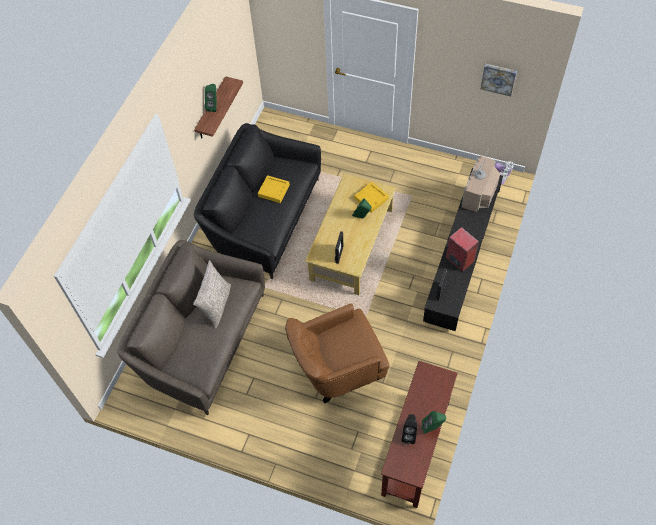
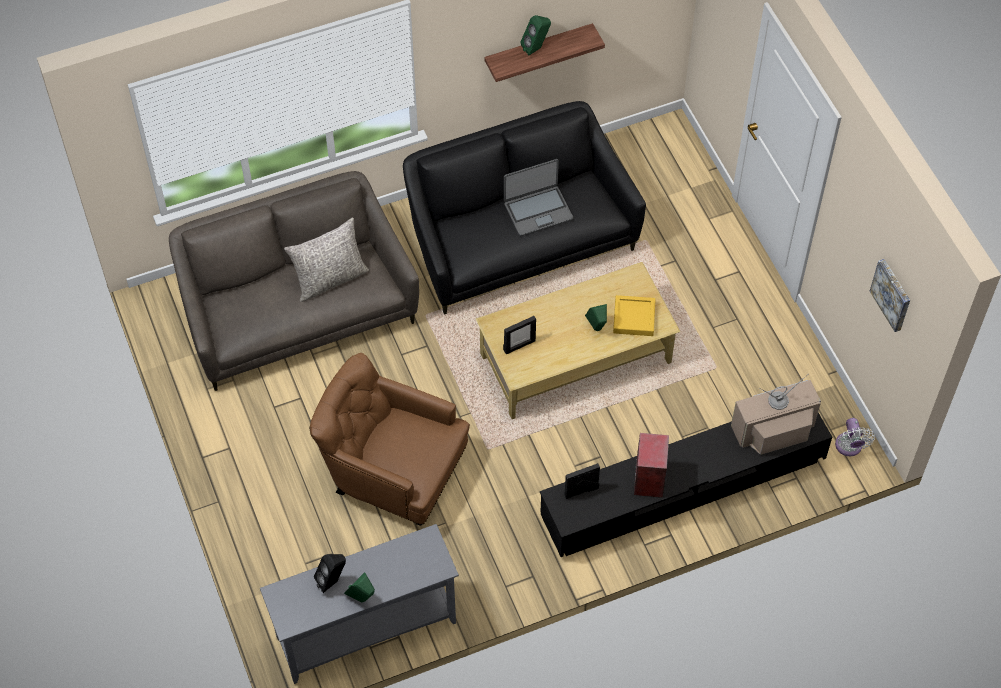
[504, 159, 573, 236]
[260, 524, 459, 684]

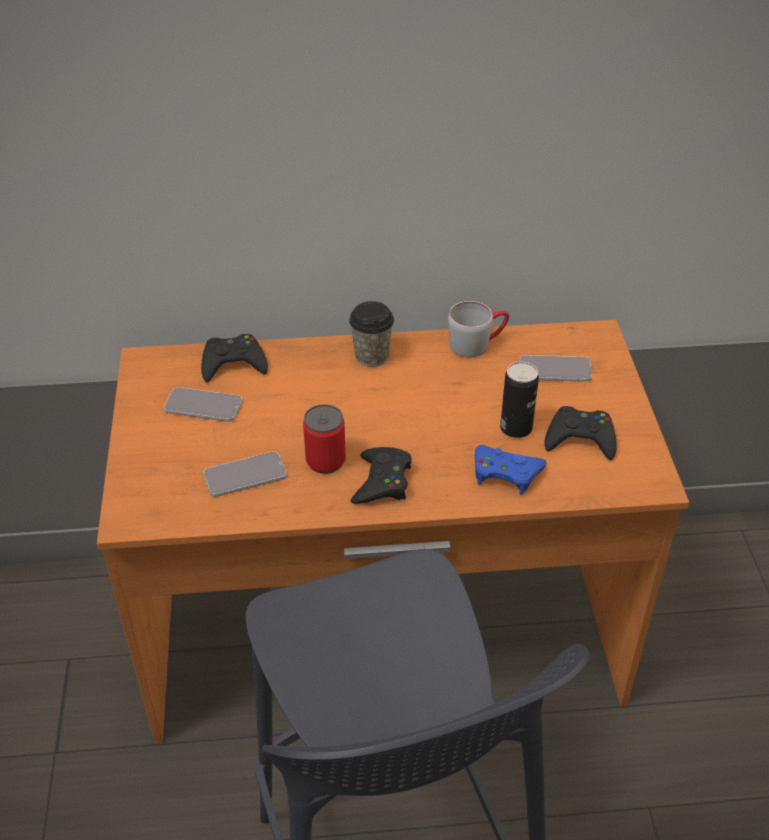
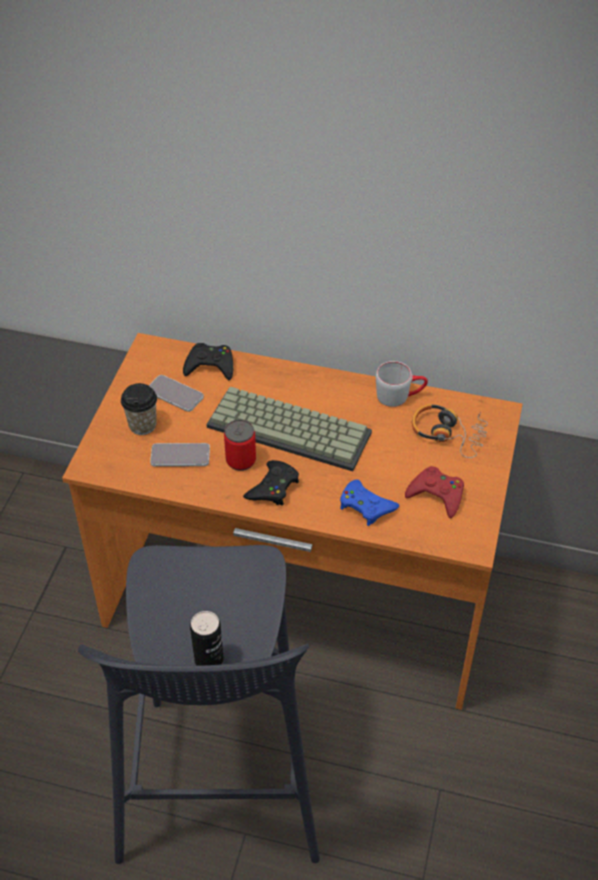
[121, 383, 157, 435]
[412, 404, 488, 458]
[190, 611, 223, 666]
[405, 466, 464, 518]
[206, 387, 372, 471]

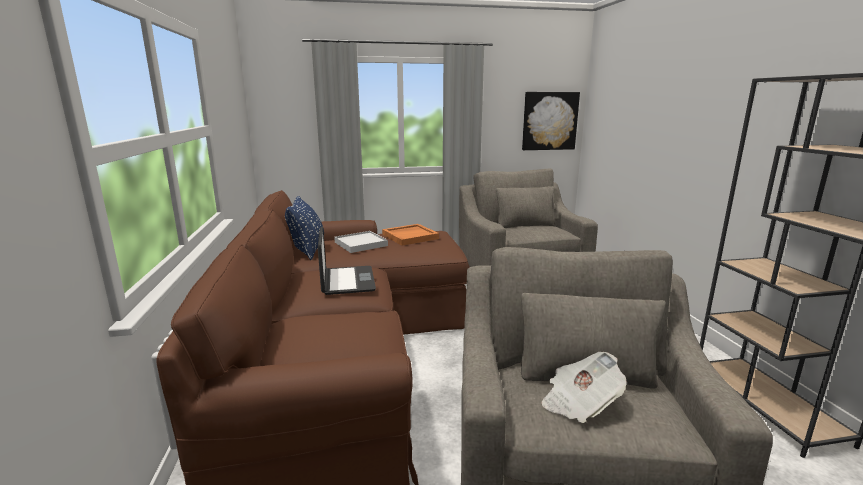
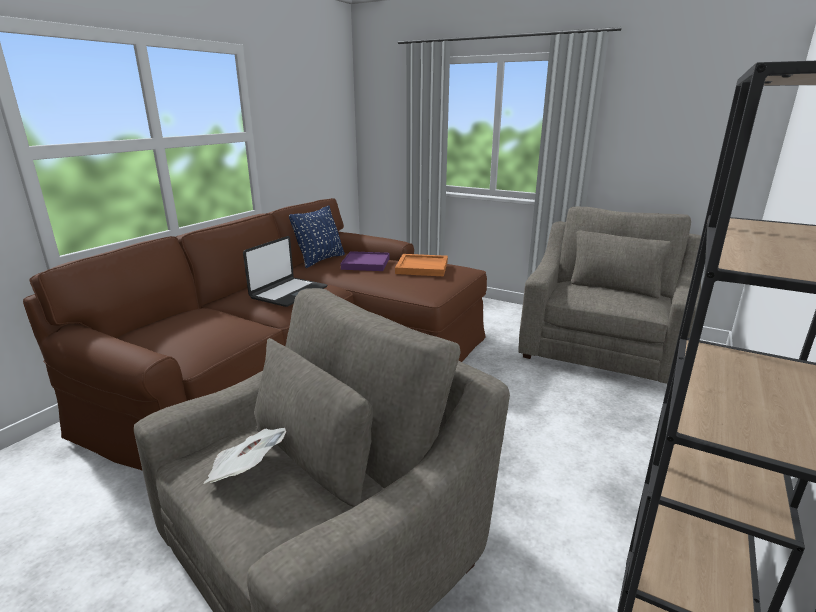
[522, 92, 580, 150] (first image)
[341, 251, 390, 271]

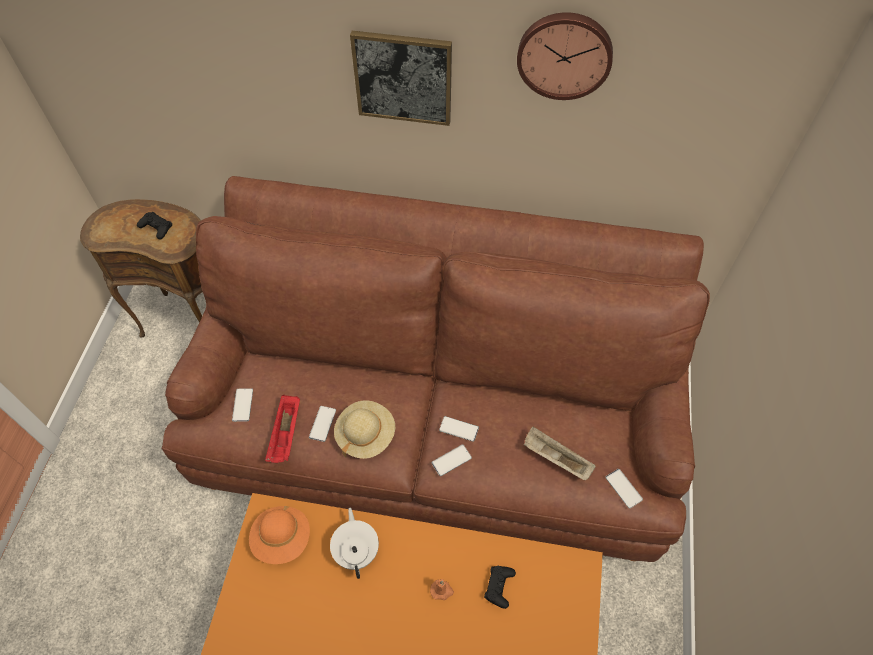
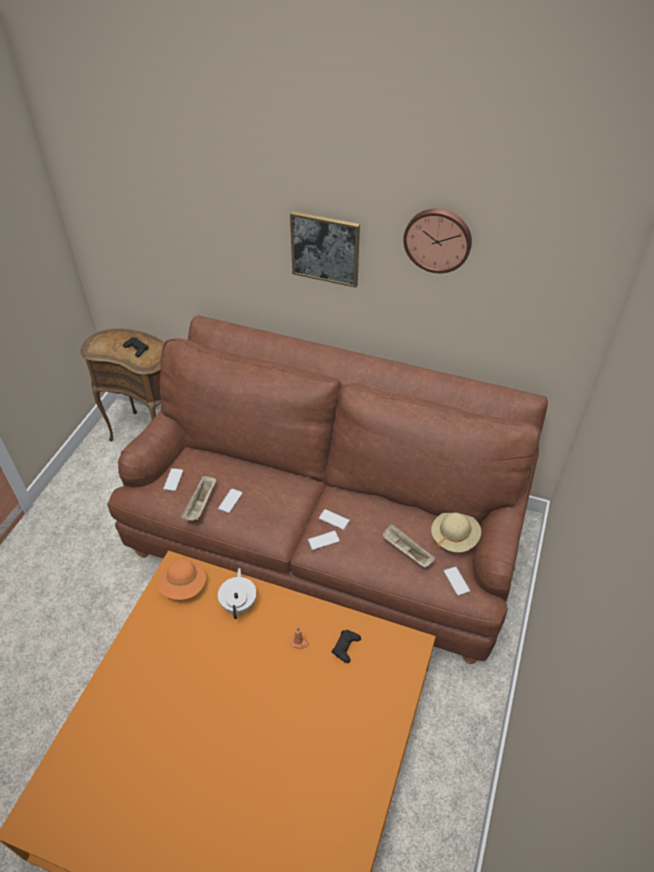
[181, 475, 216, 520]
[431, 512, 481, 552]

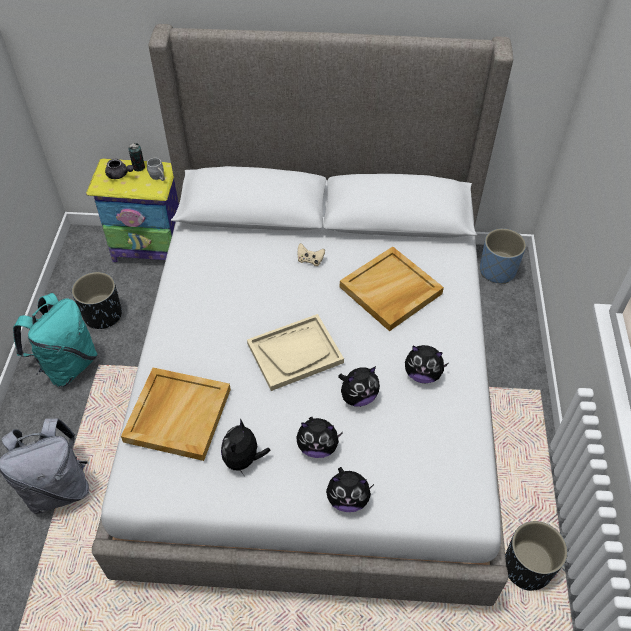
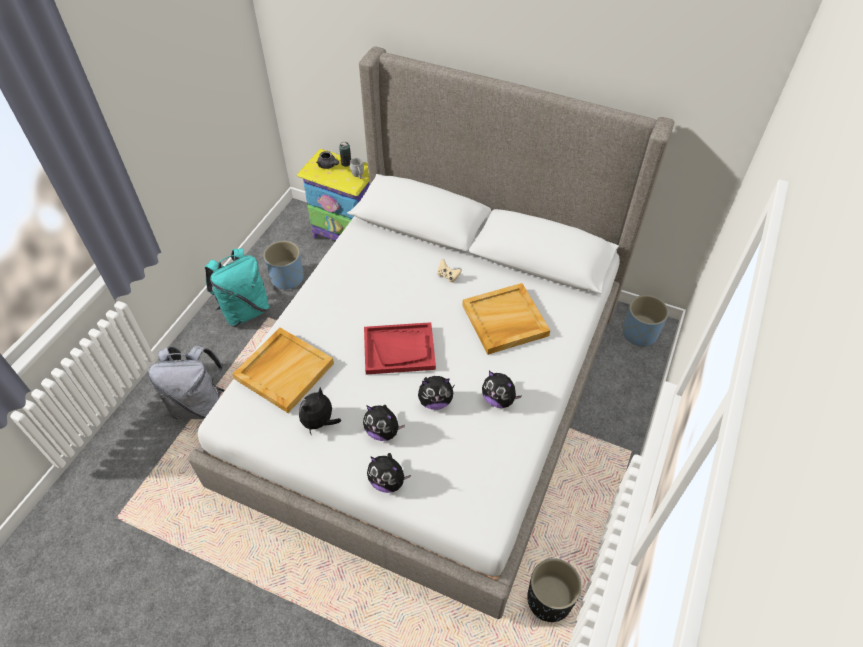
[264, 241, 304, 289]
[364, 322, 436, 375]

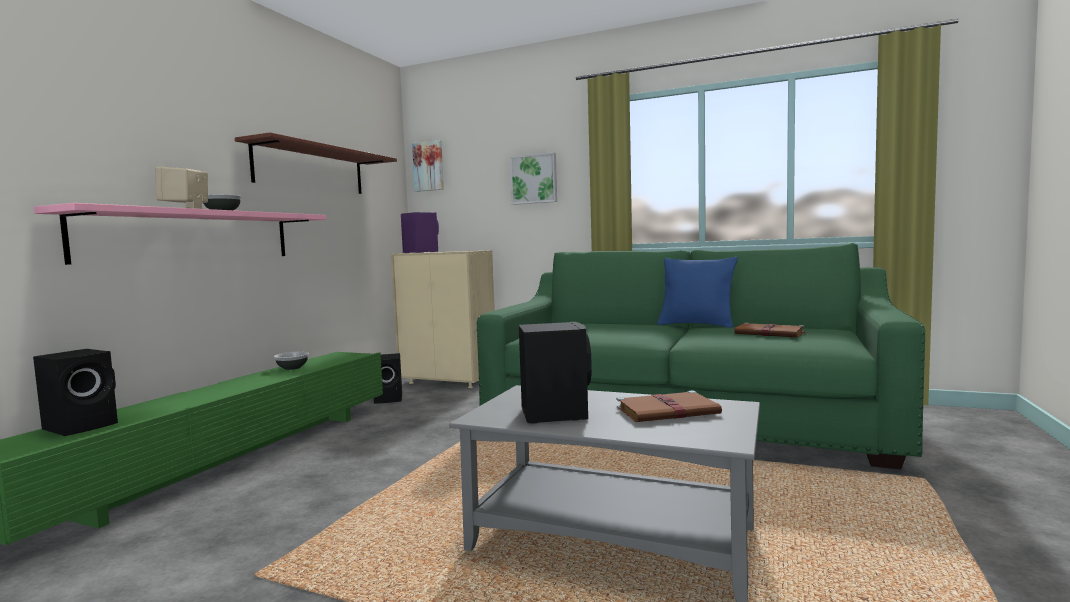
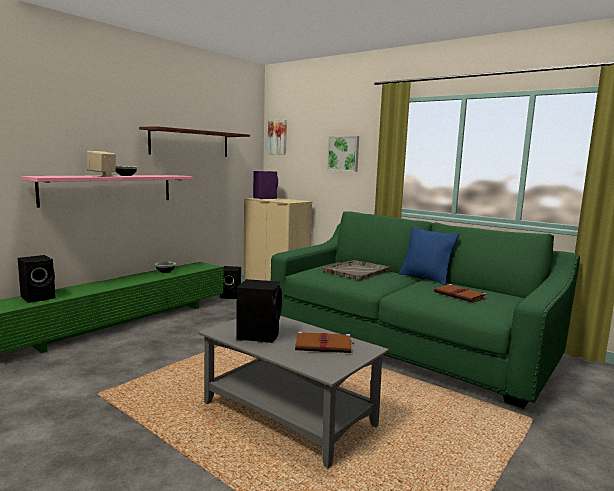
[323, 260, 390, 280]

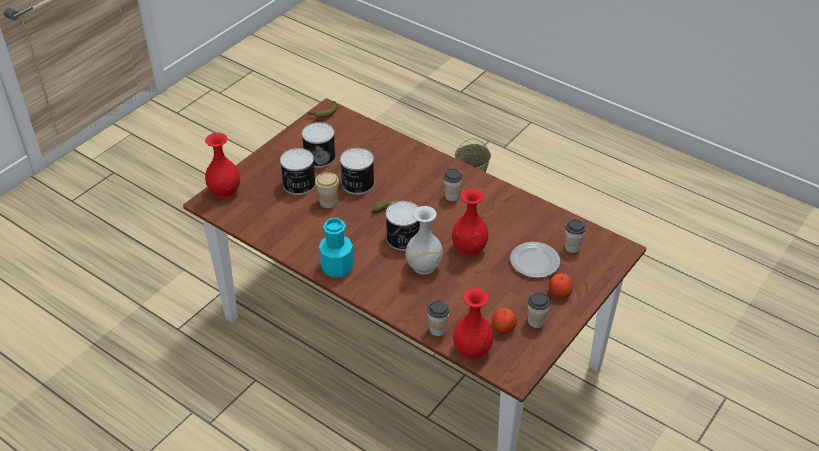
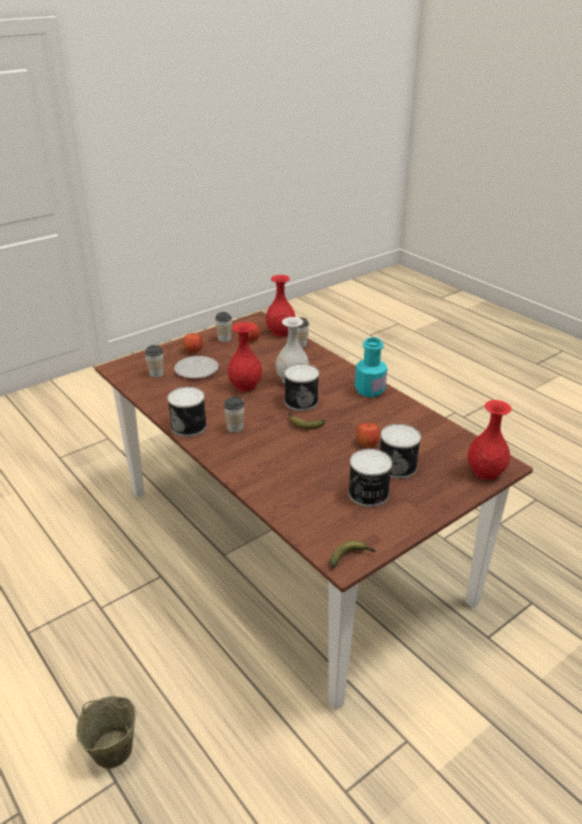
[168, 387, 207, 437]
[356, 423, 380, 447]

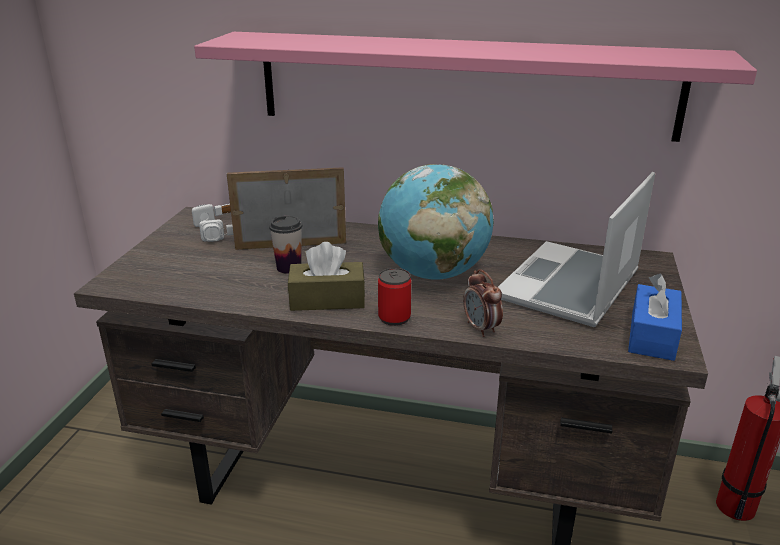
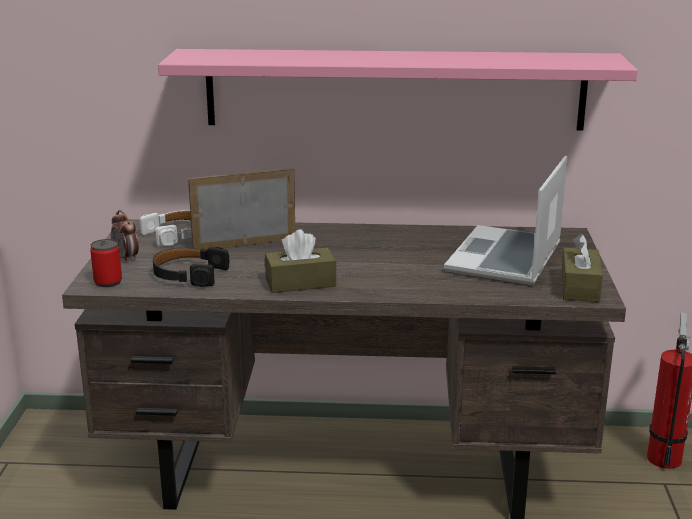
[378, 164, 494, 279] (first image)
[269, 215, 303, 274] (first image)
[90, 239, 122, 287]
[111, 210, 139, 263]
[561, 234, 603, 302]
[153, 247, 229, 287]

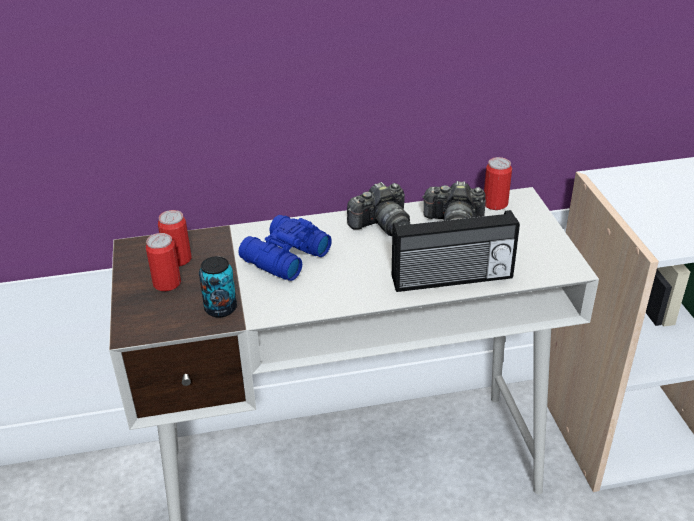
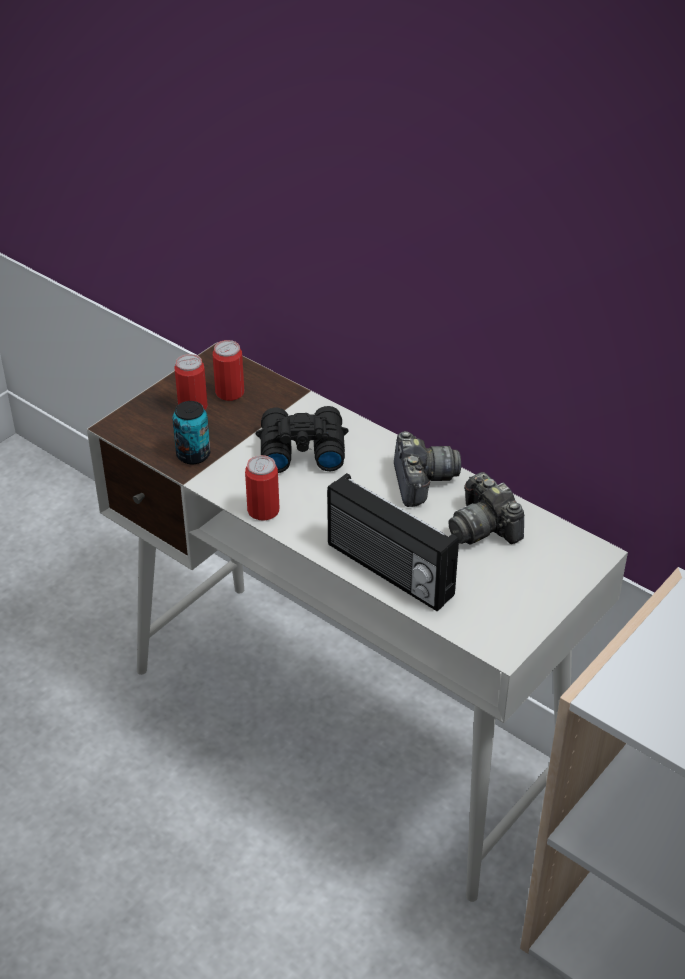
[245, 455, 280, 520]
[394, 431, 461, 507]
[256, 406, 348, 473]

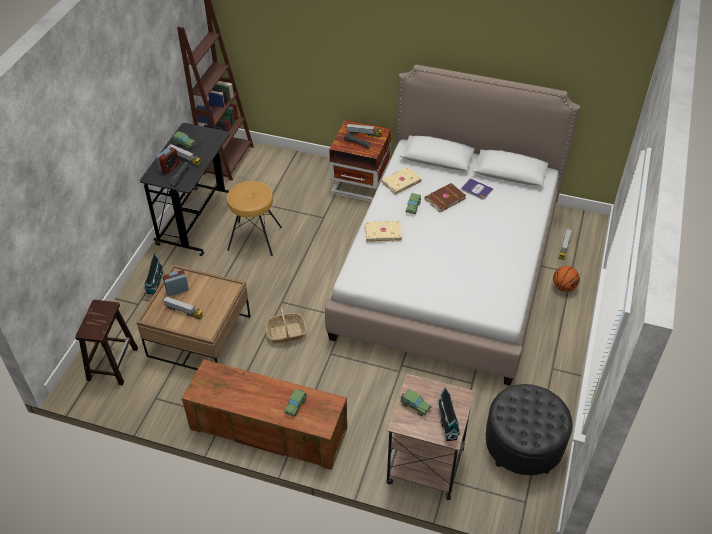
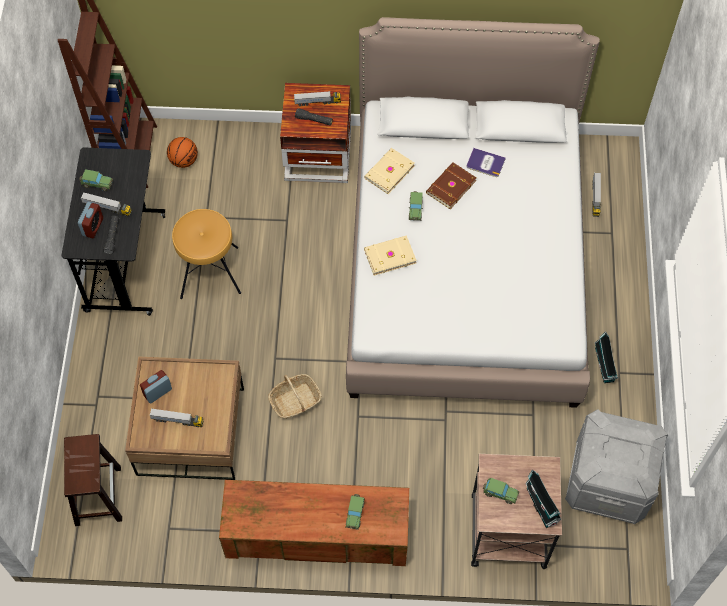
[595, 331, 618, 383]
[167, 137, 198, 168]
[565, 409, 668, 524]

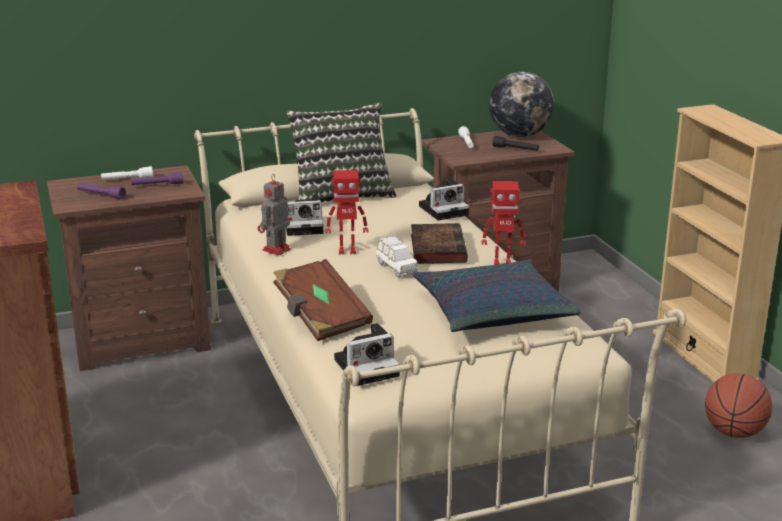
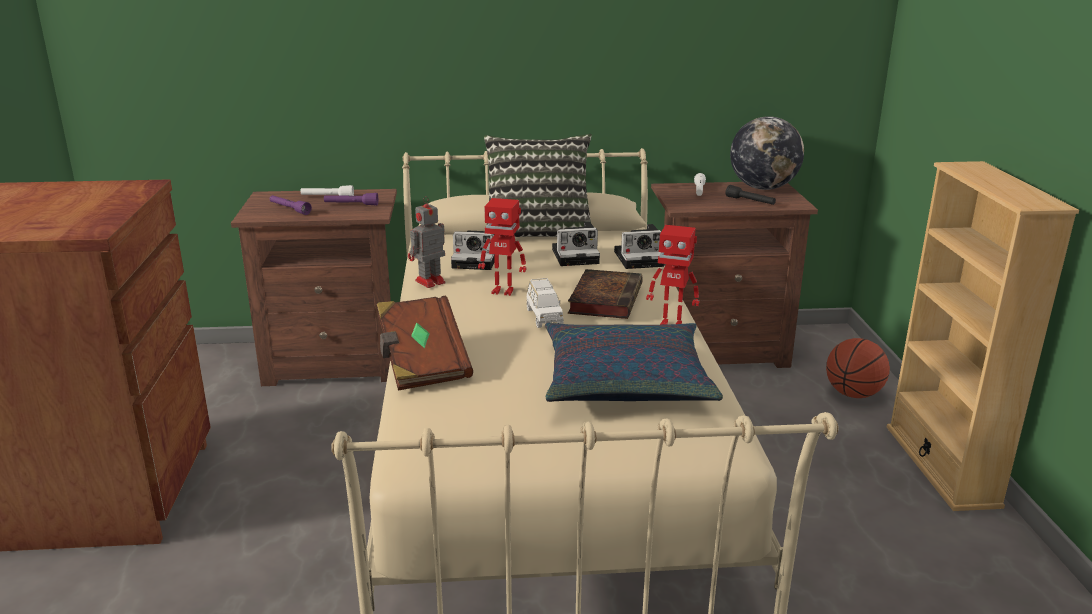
[552, 222, 600, 266]
[826, 338, 890, 398]

